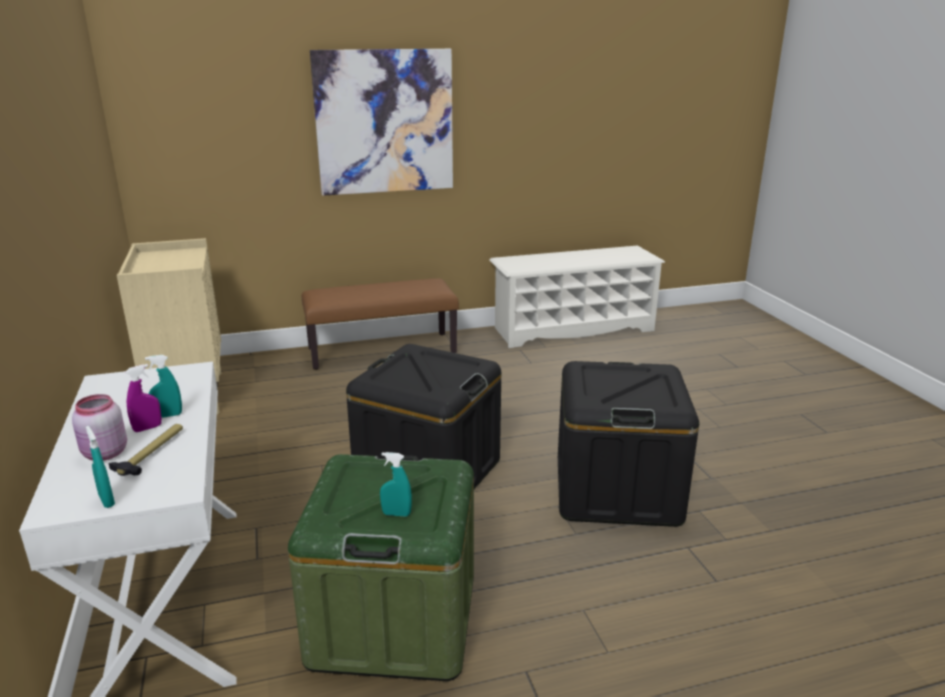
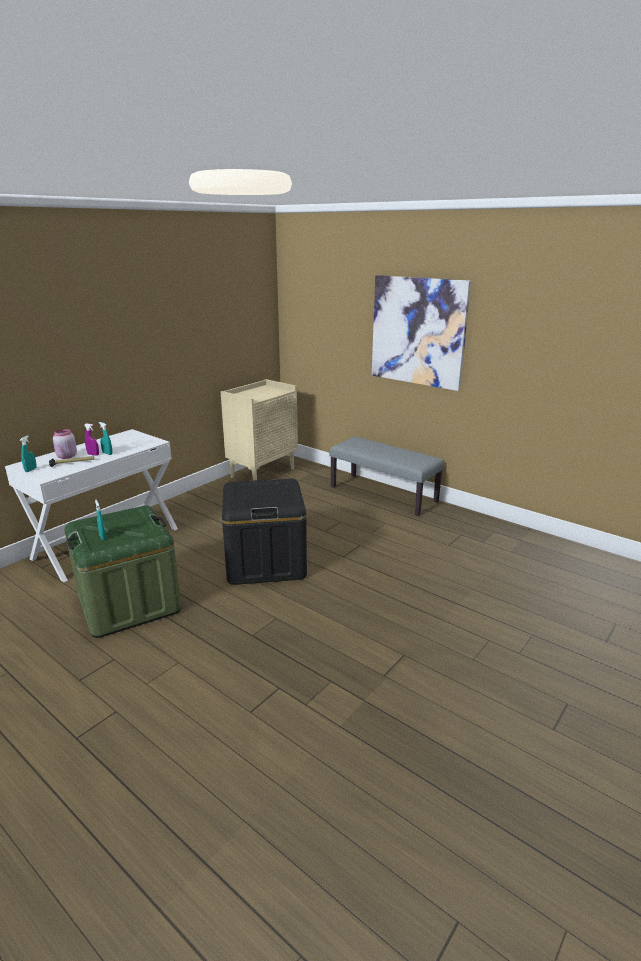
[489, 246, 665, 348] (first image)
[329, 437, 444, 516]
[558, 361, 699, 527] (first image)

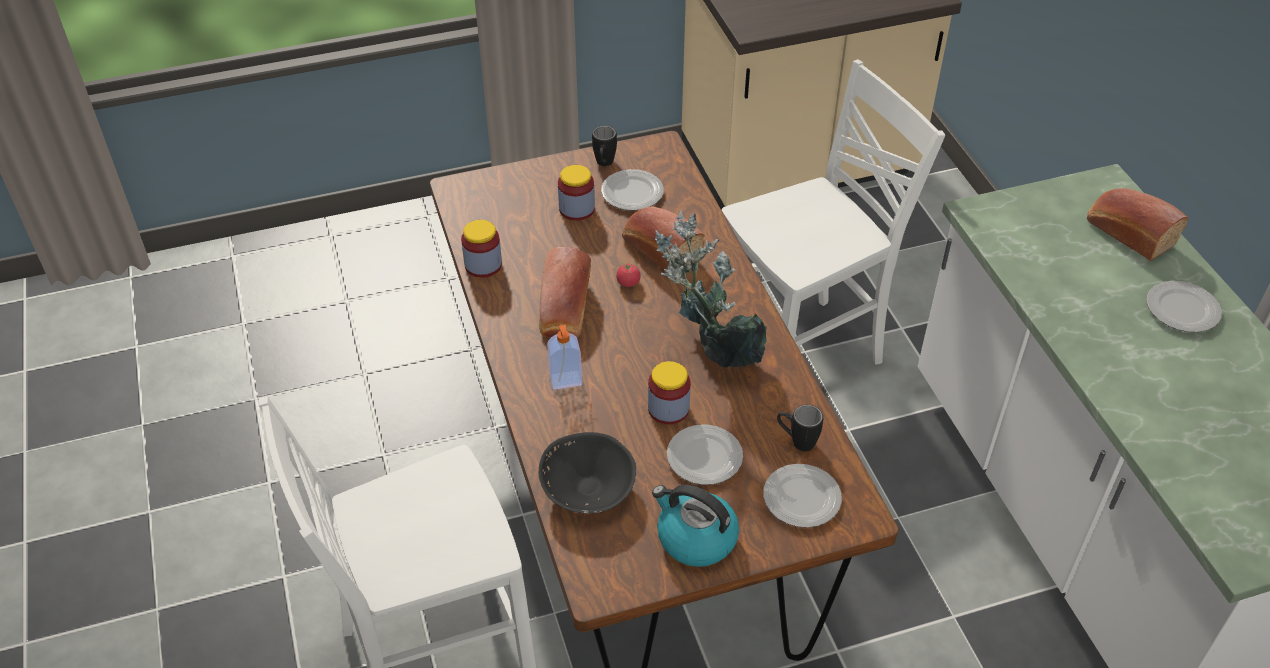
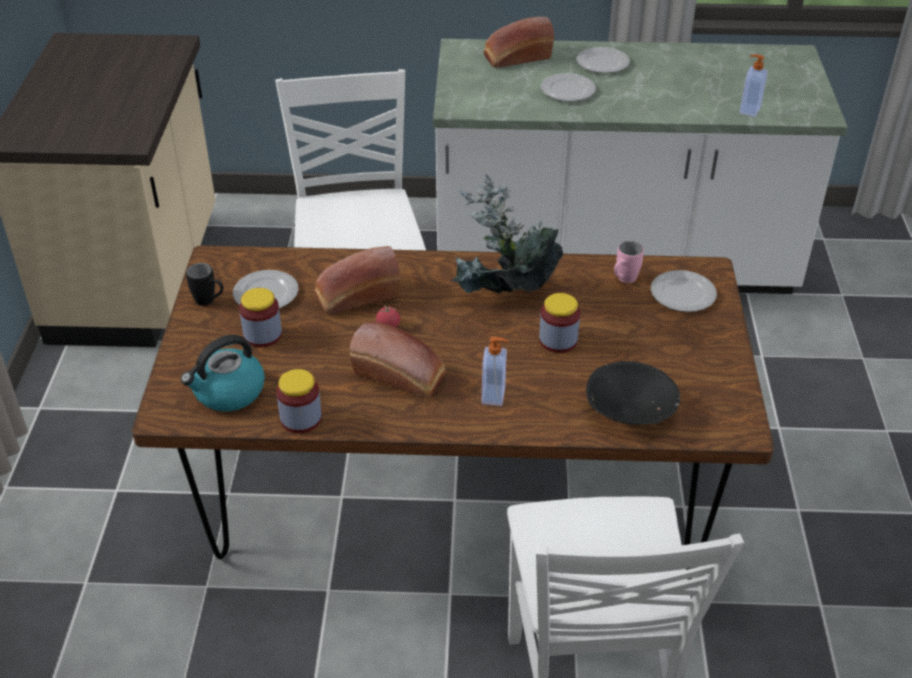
[614, 241, 644, 283]
[541, 73, 596, 102]
[181, 335, 265, 411]
[739, 54, 768, 117]

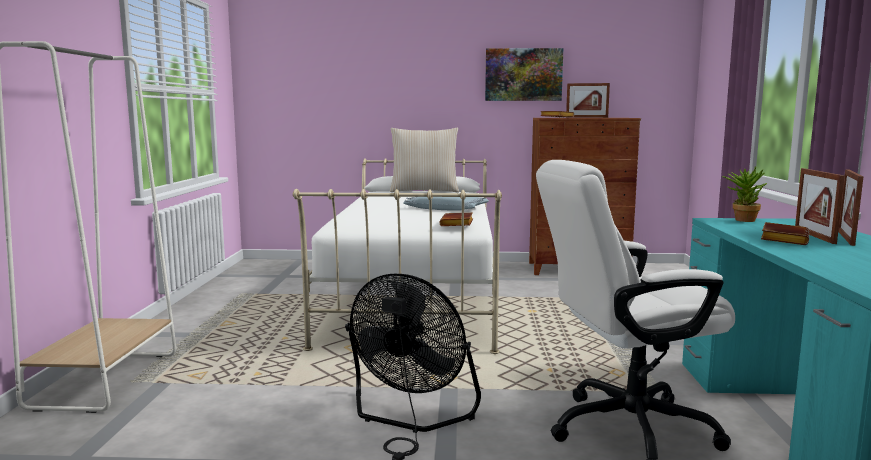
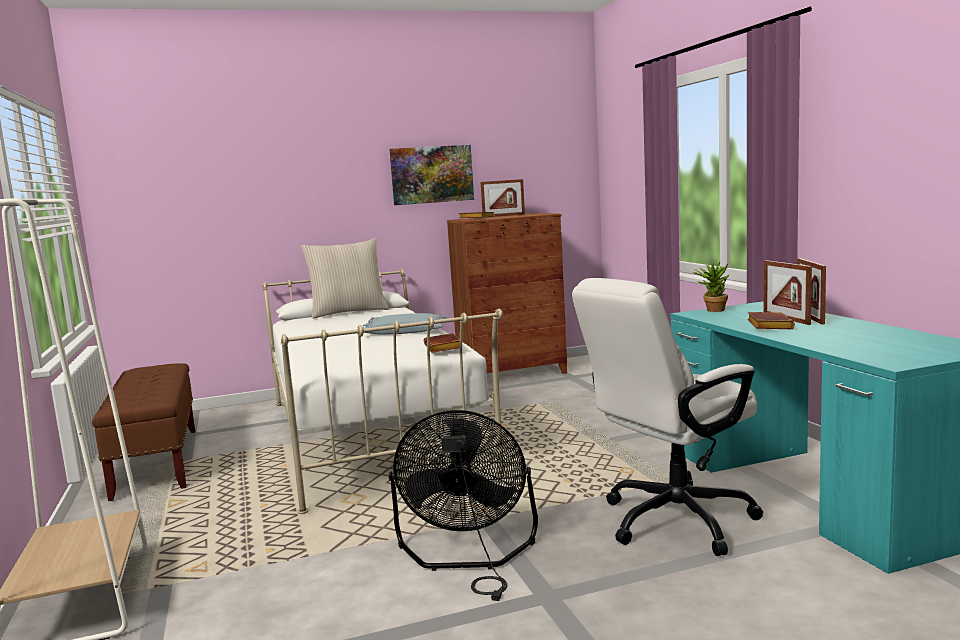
[92, 363, 195, 501]

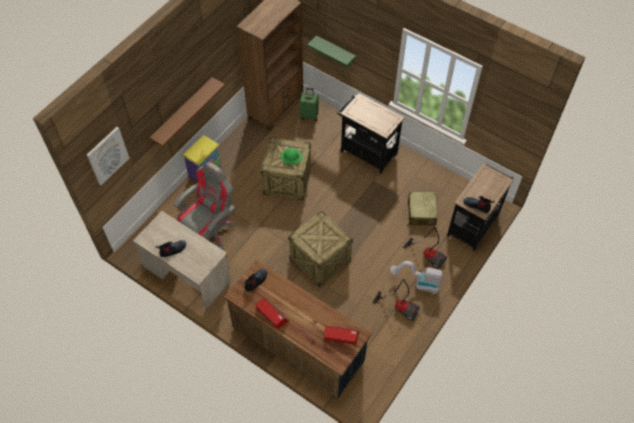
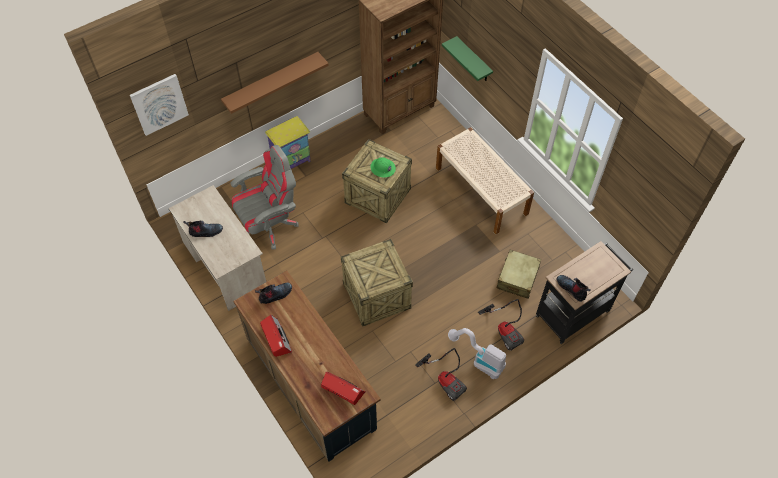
[299, 88, 318, 121] (first image)
[436, 127, 534, 234]

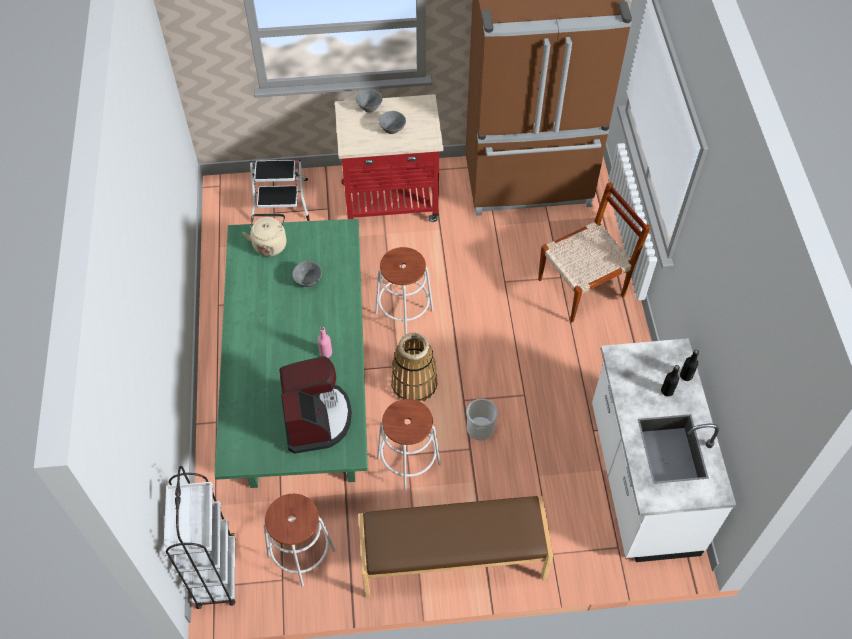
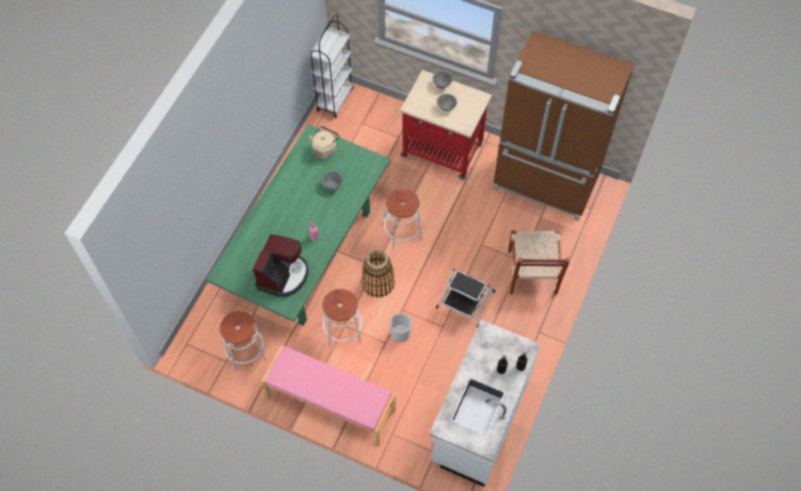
[436, 269, 496, 327]
[508, 231, 570, 295]
[309, 14, 355, 118]
[261, 345, 396, 447]

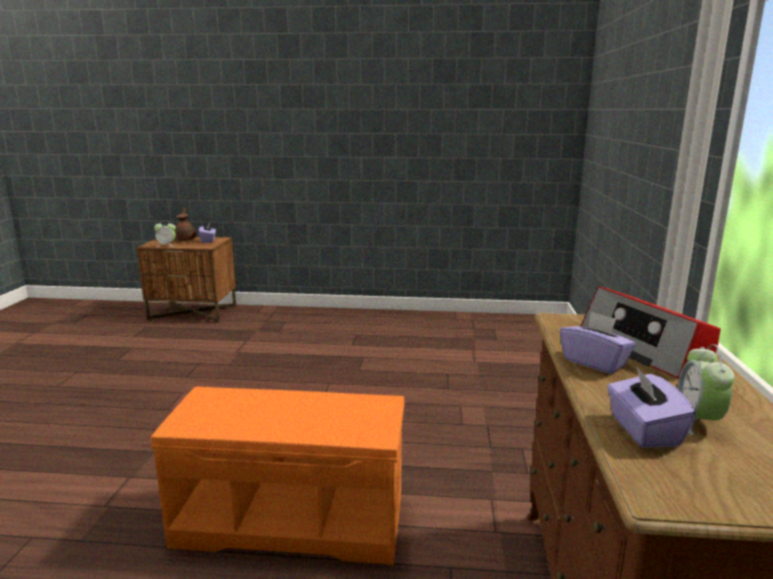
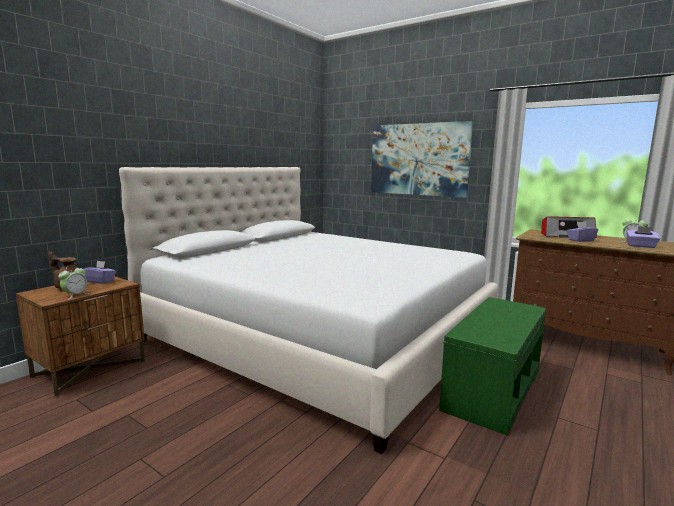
[439, 297, 546, 436]
[371, 121, 473, 198]
[119, 167, 498, 454]

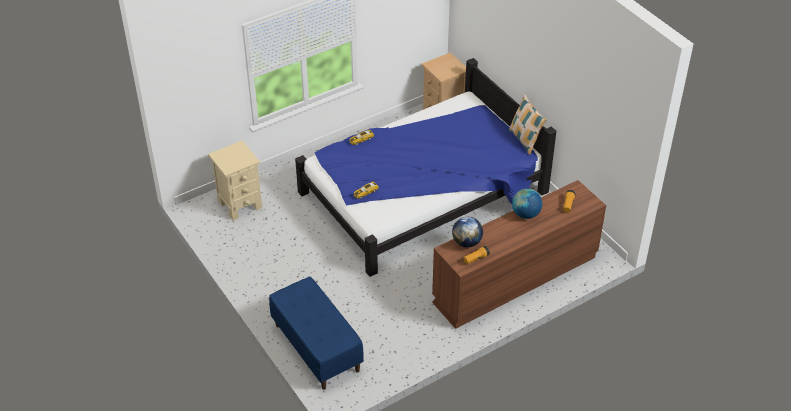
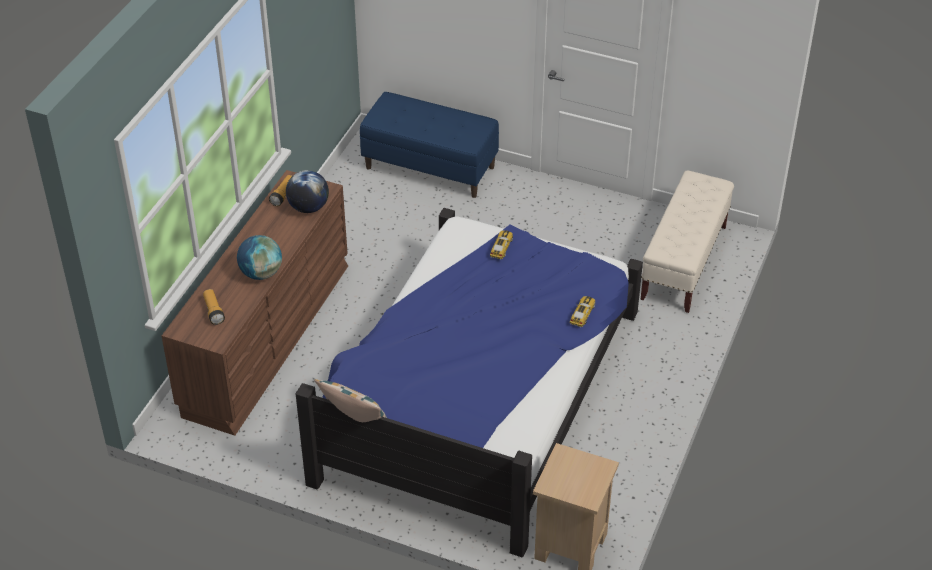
[640, 171, 734, 313]

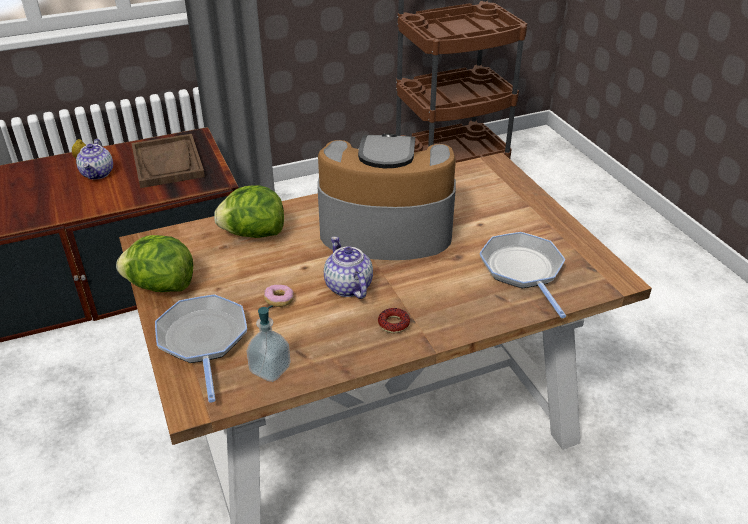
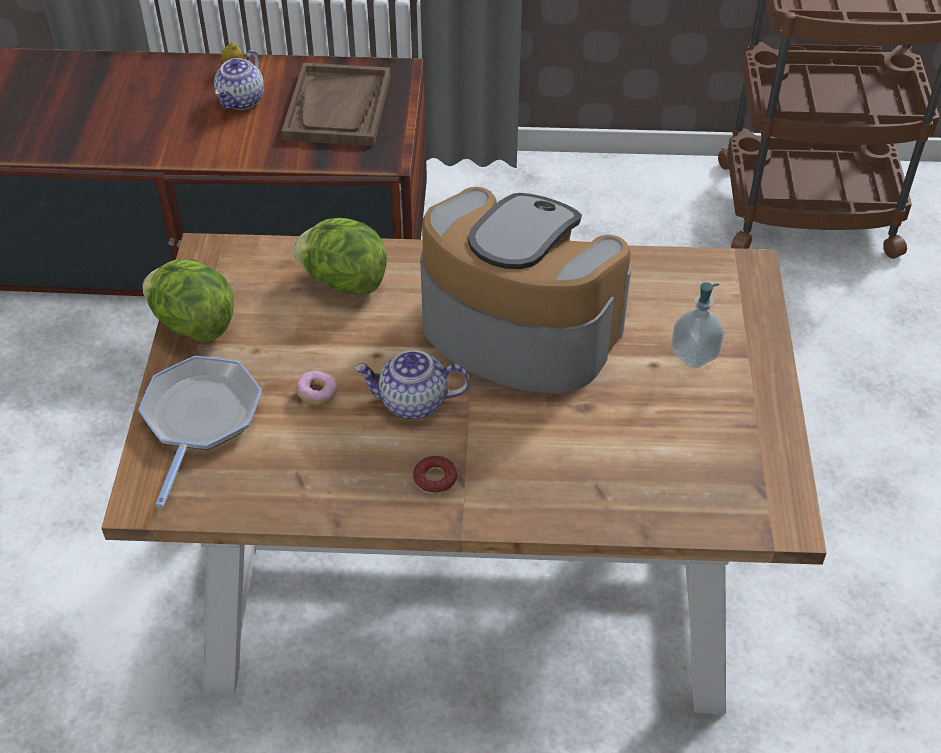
[480, 232, 566, 318] (first image)
[354, 350, 470, 419]
[671, 282, 724, 369]

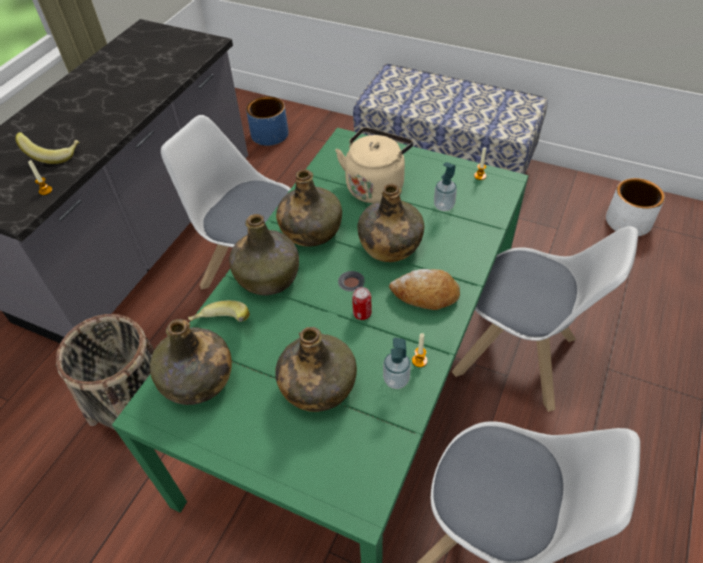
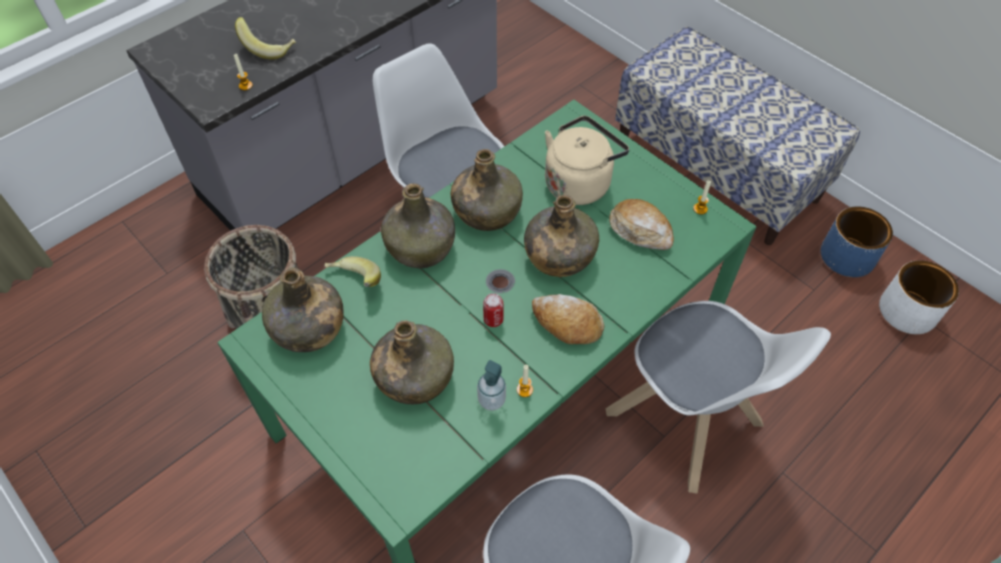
[821, 206, 893, 277]
[609, 199, 674, 250]

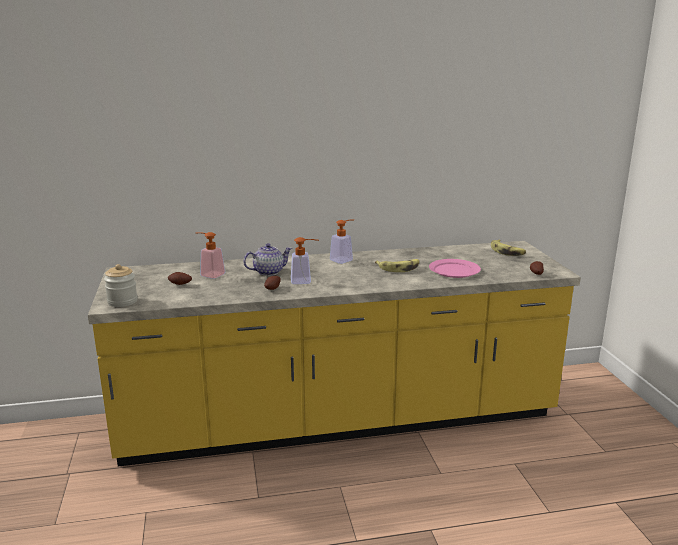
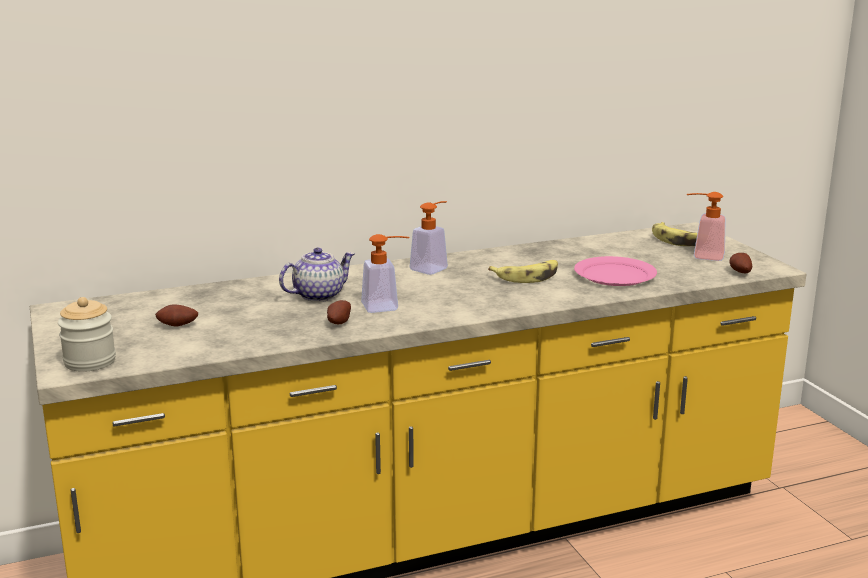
[687, 192, 726, 261]

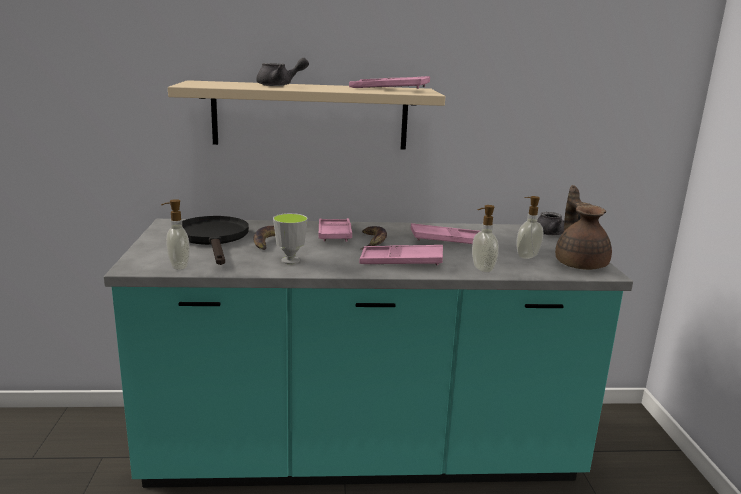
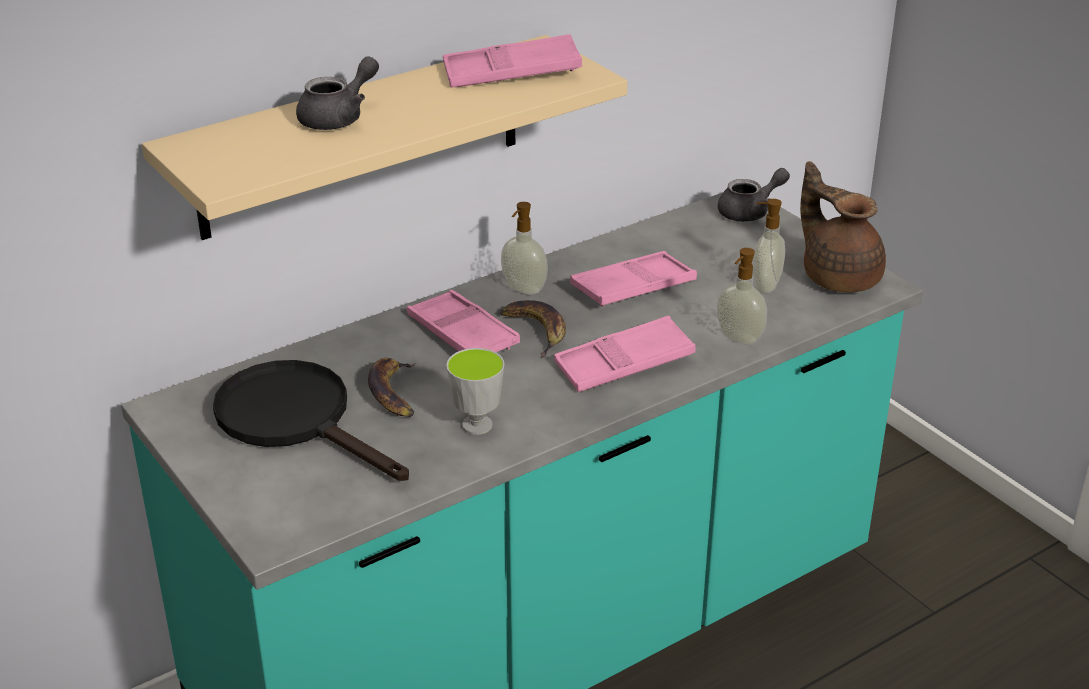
[501, 202, 548, 295]

